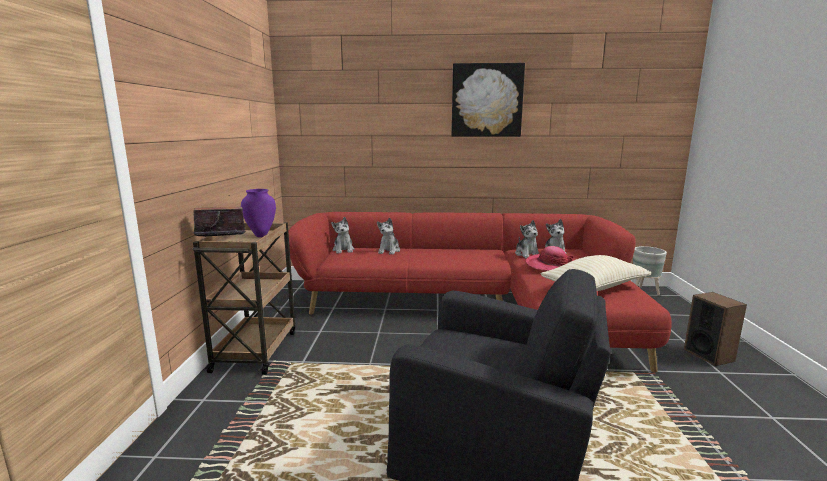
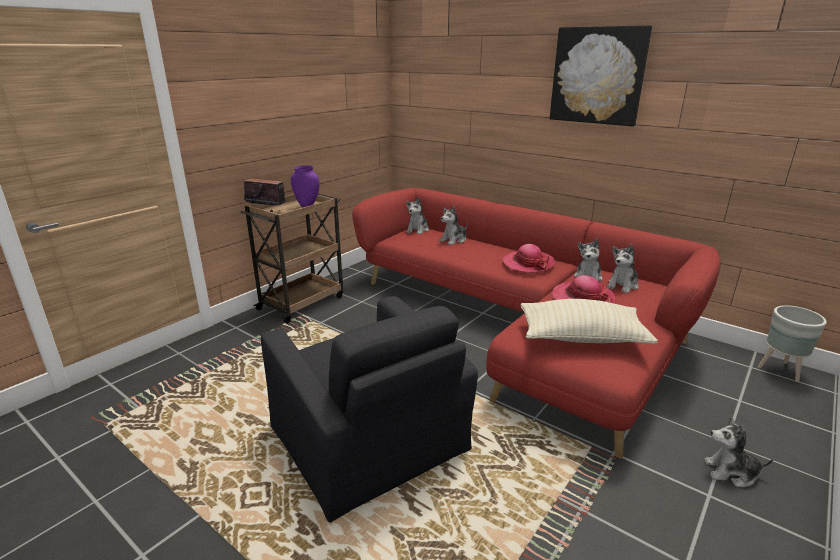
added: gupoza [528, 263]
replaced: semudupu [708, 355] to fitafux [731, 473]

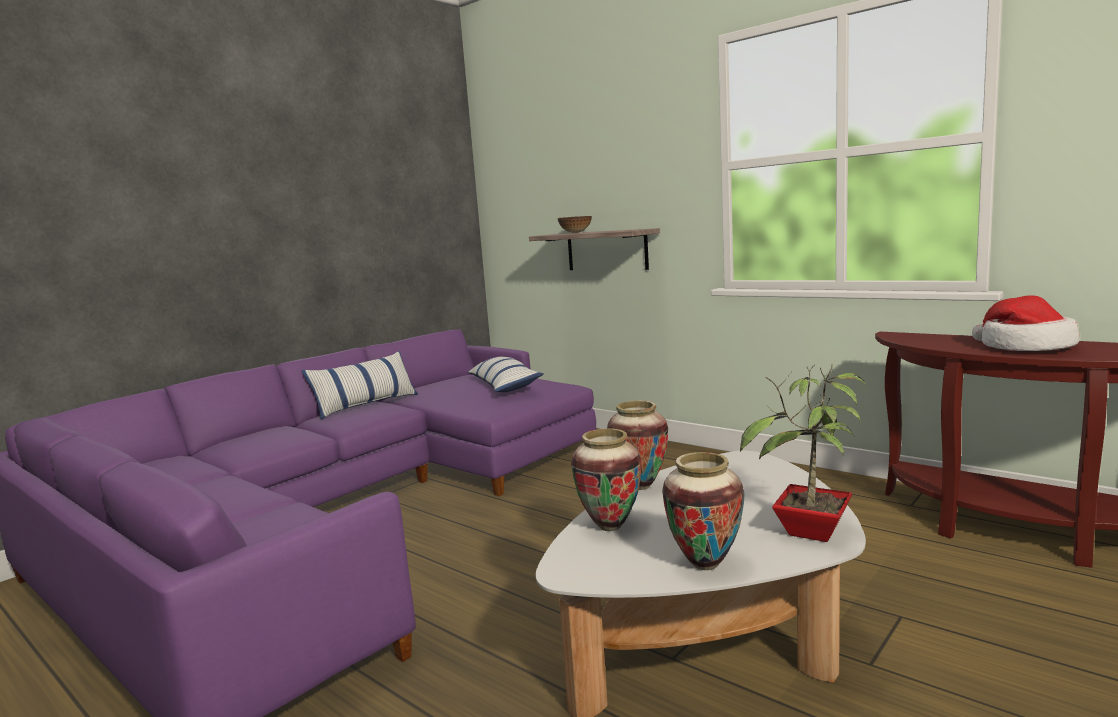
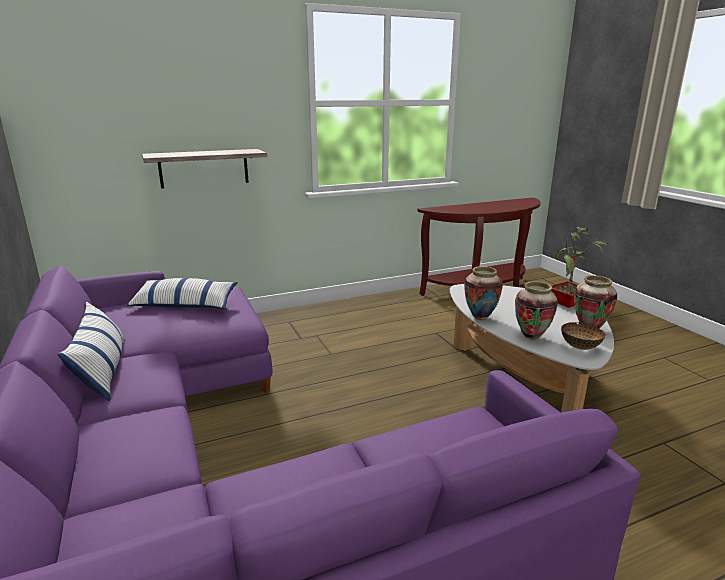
removed: gupoza [1024, 347]
moved: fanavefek [575, 233] to [580, 347]

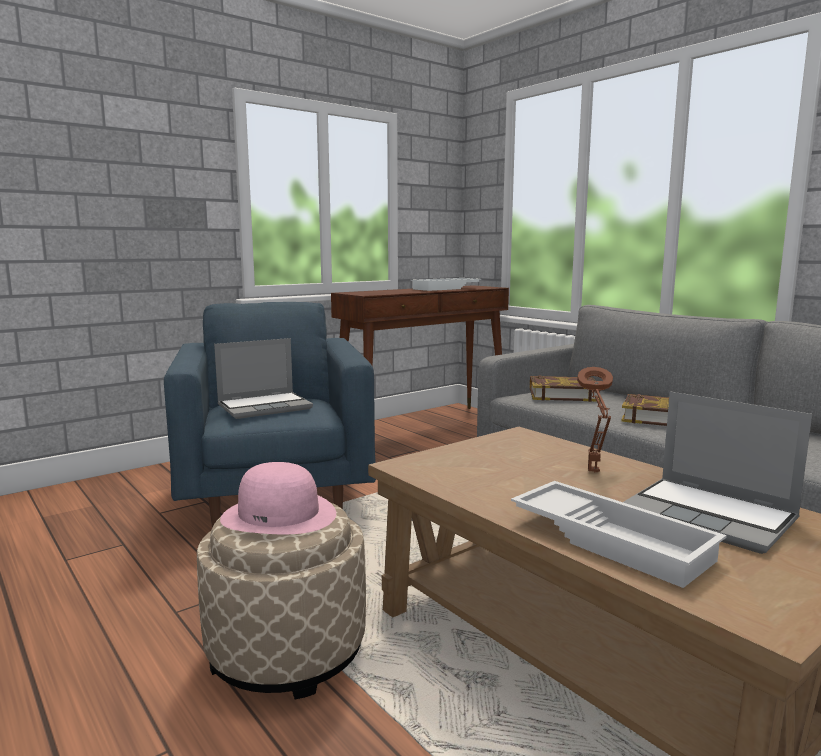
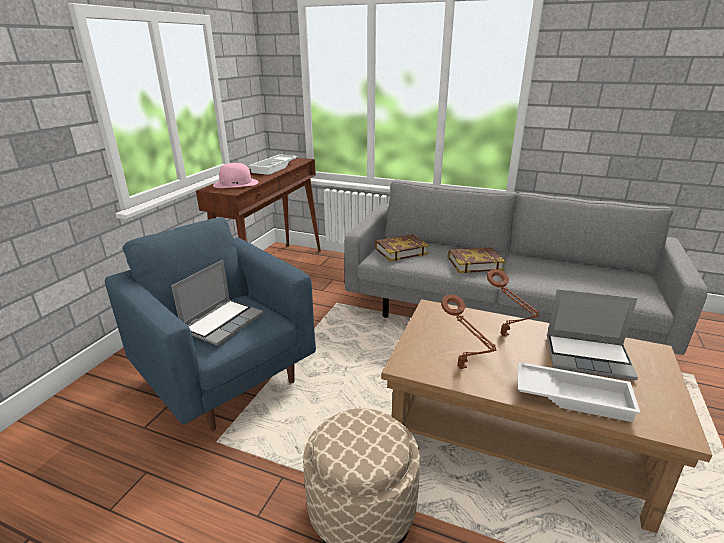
added: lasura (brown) [463, 369]
moved: gupoza (pink) [279, 515] to [236, 183]

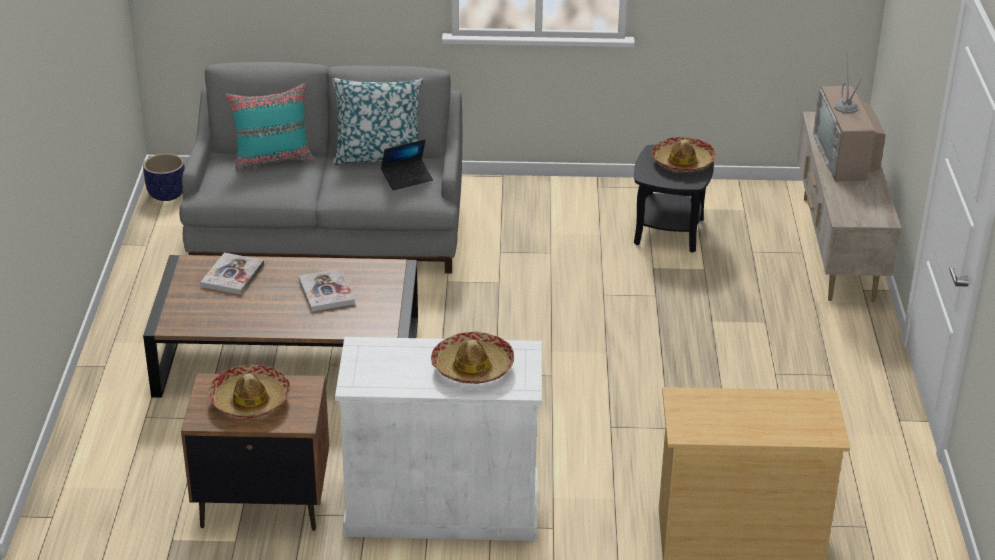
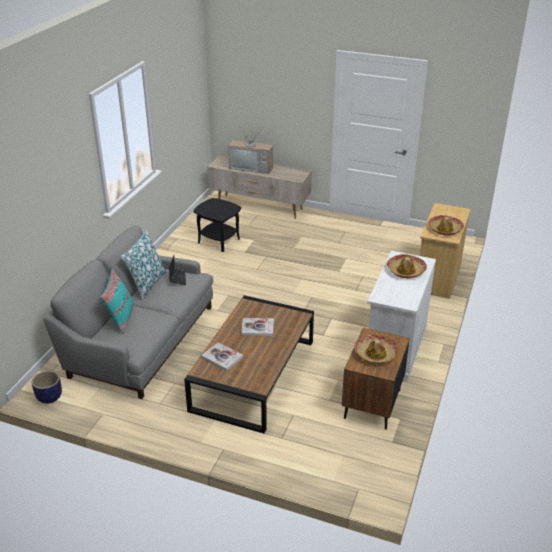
moved: gupoza [683, 162] to [445, 229]

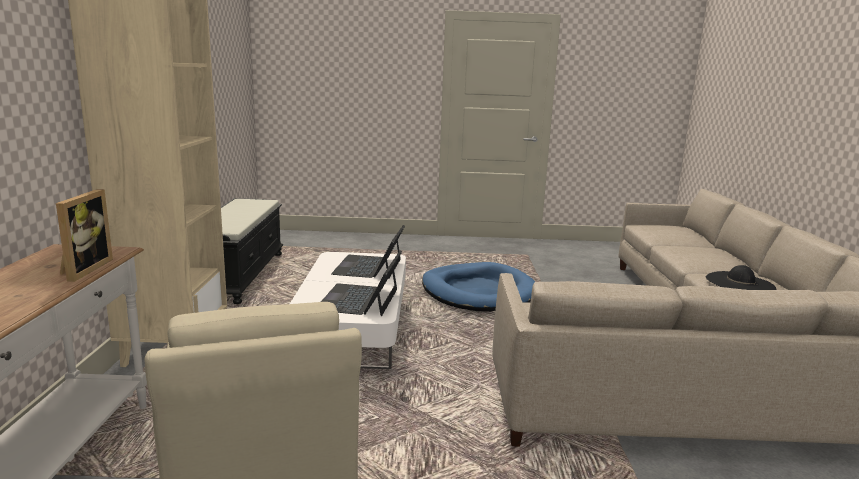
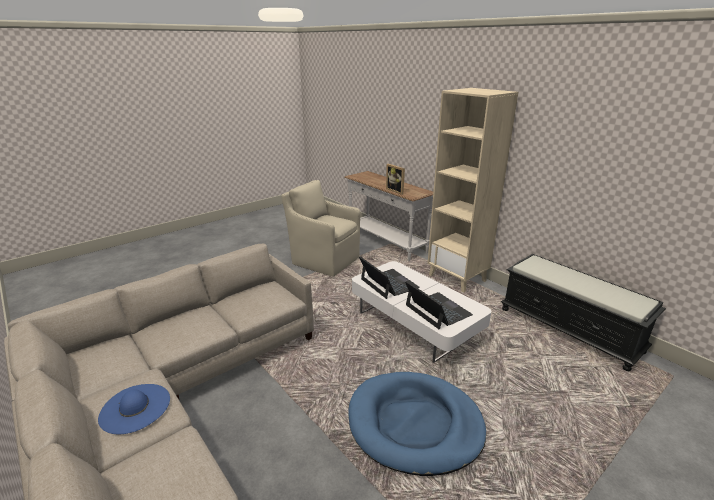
recoloured: gupoza (black) [739, 283] to gupoza (blue) [135, 408]

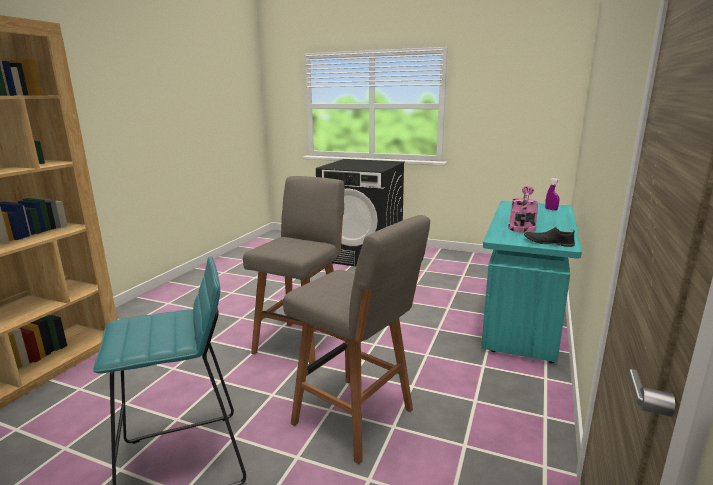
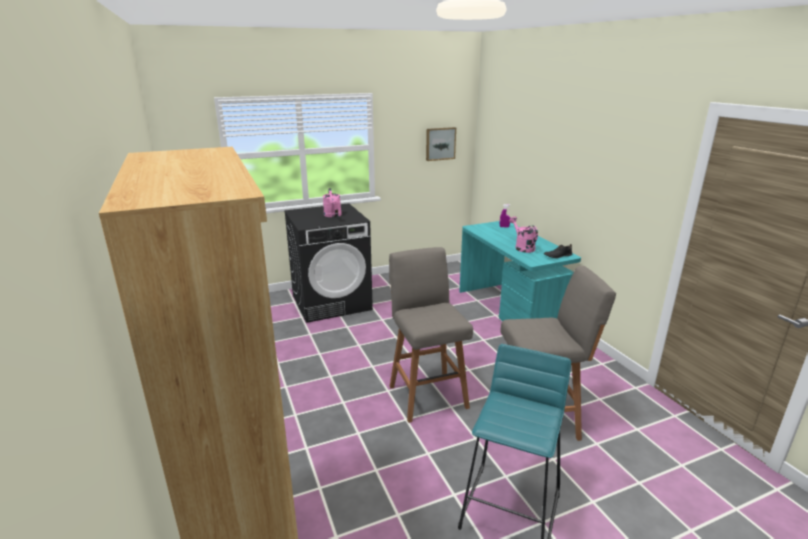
added: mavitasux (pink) [333, 215]; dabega [440, 143]

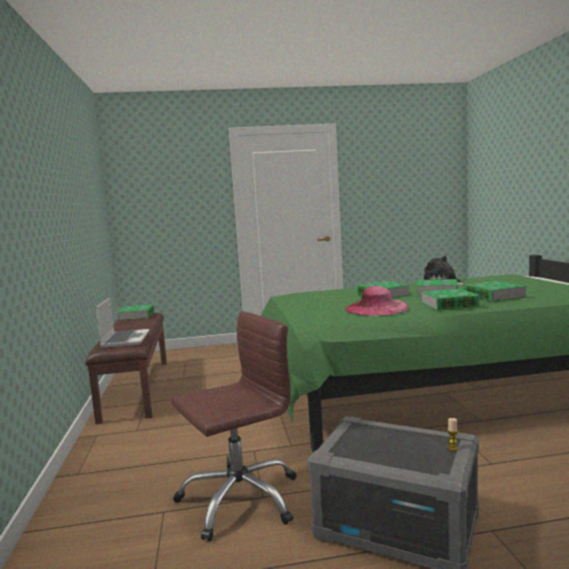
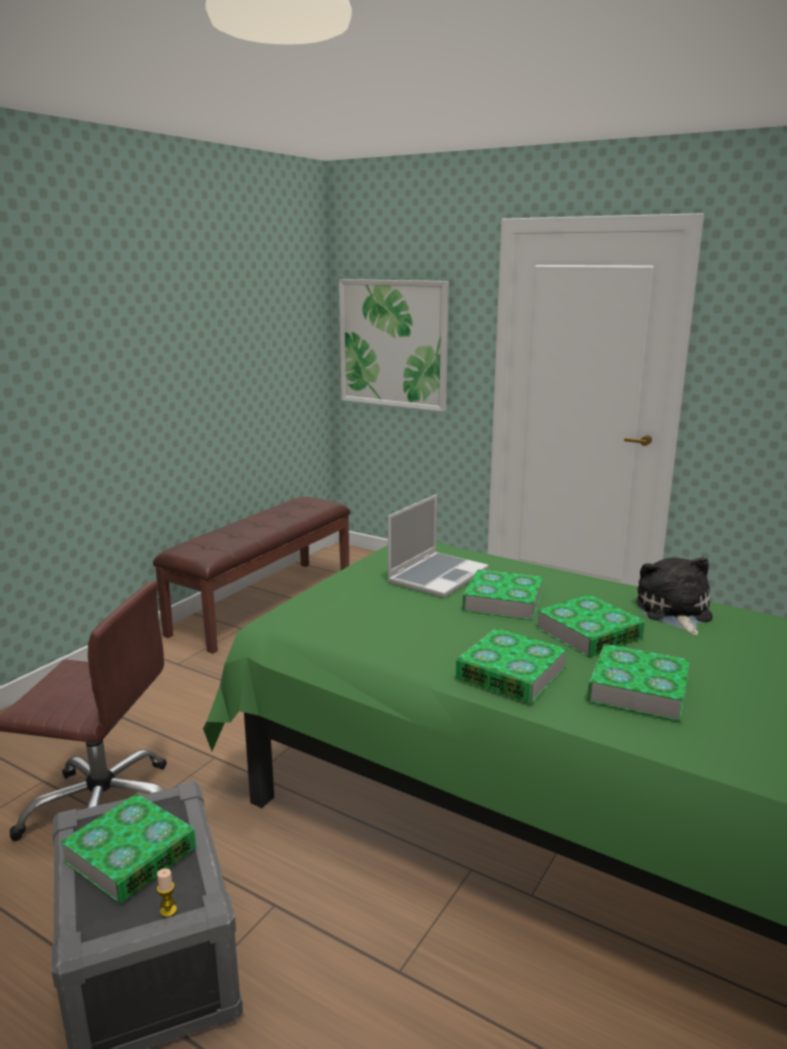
removed: gupoza (pink) [376, 308]
added: dabega [393, 344]
moved: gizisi [125, 339] to [437, 576]; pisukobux [136, 315] to [130, 855]

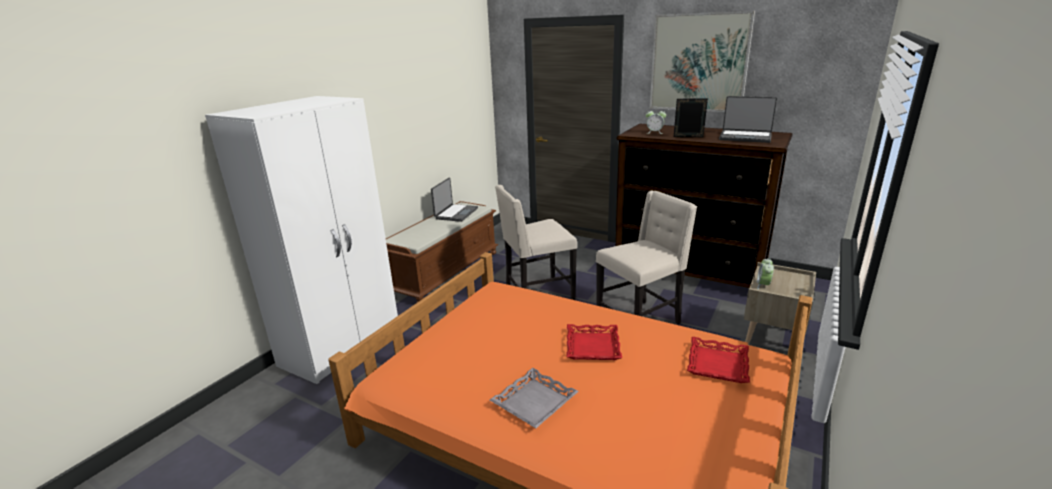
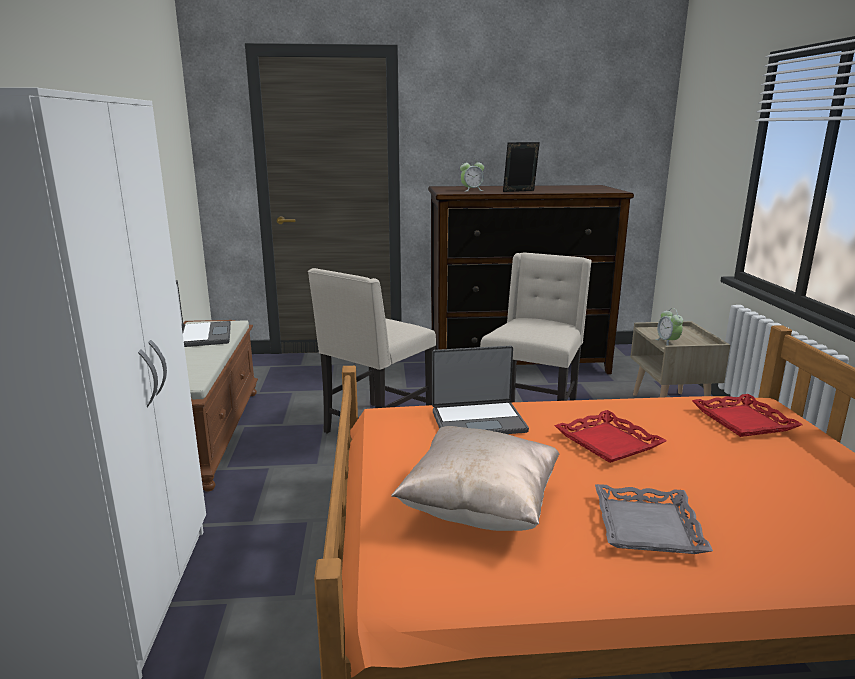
removed: dabega [698, 63]
added: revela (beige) [480, 507]
moved: gizisi [745, 137] to [478, 420]

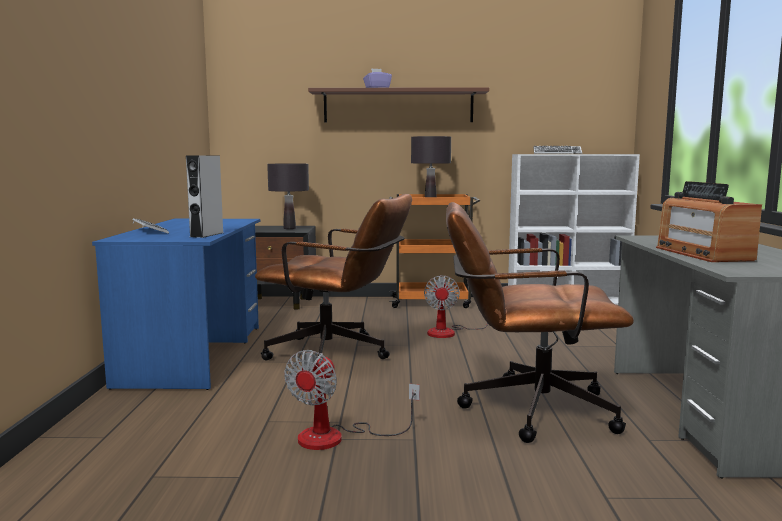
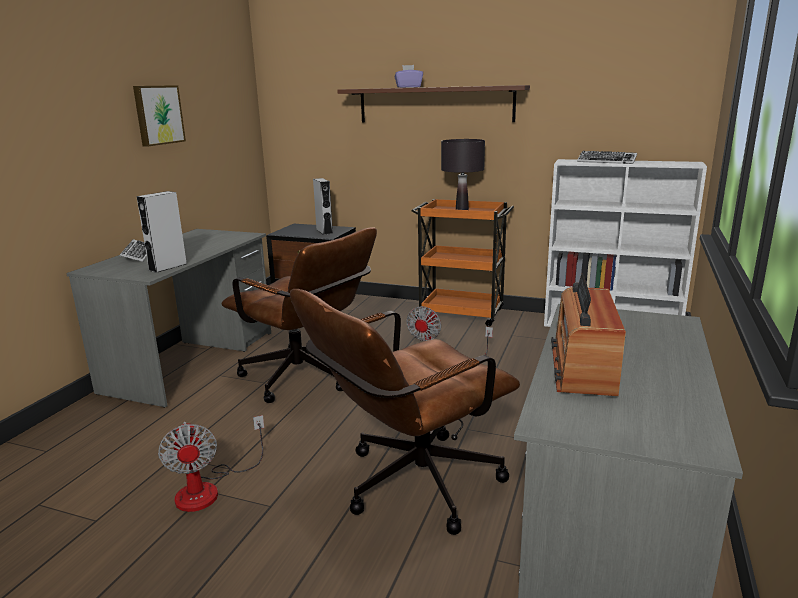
added: dabega [158, 115]
replaced: lasura (black) [289, 228] to semudupu (grey) [324, 231]
recoloured: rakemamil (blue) [194, 354] to rakemamil (grey) [192, 361]
turned: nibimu [336, 437] = [209, 489] 60 degrees counterclockwise; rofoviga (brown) [525, 409] = [409, 486] 60 degrees counterclockwise

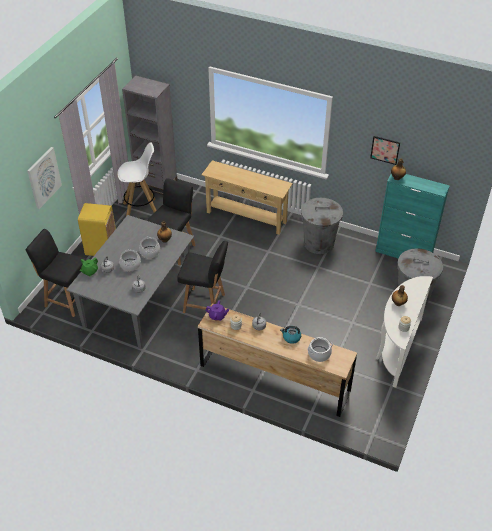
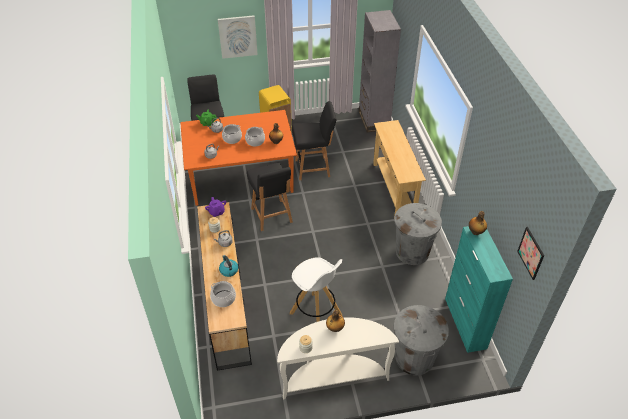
moved: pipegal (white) [141, 209] to [316, 314]; dabega [385, 150] to [531, 253]
recoloured: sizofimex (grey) [138, 300] to sizofimex (orange) [241, 178]

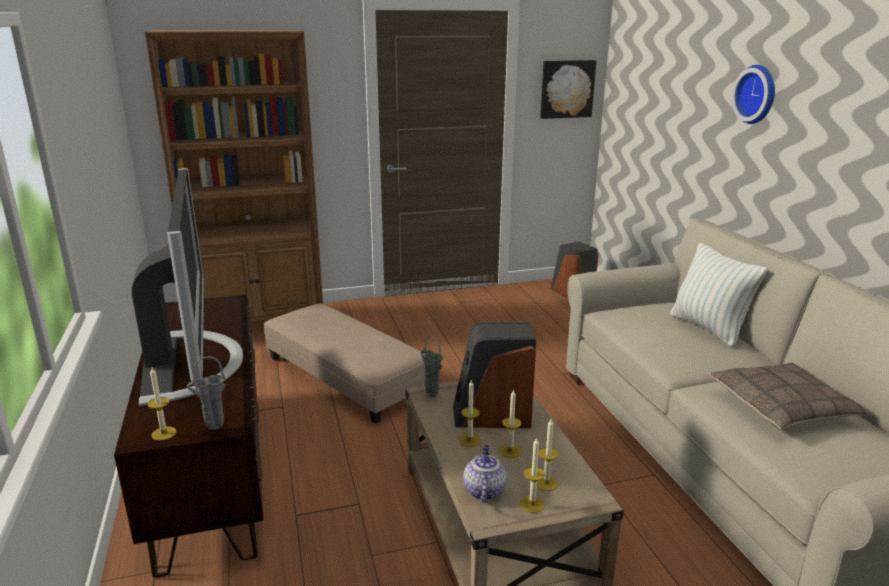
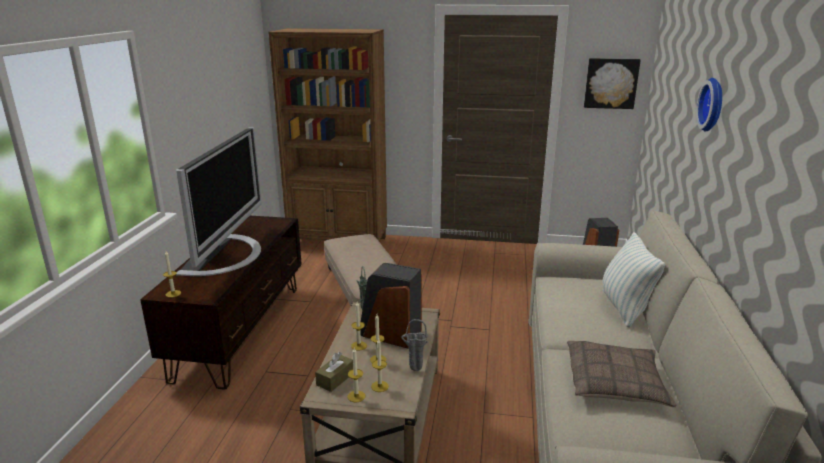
moved: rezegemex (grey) [213, 429] to [414, 370]
replaced: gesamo [483, 490] to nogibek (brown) [335, 379]

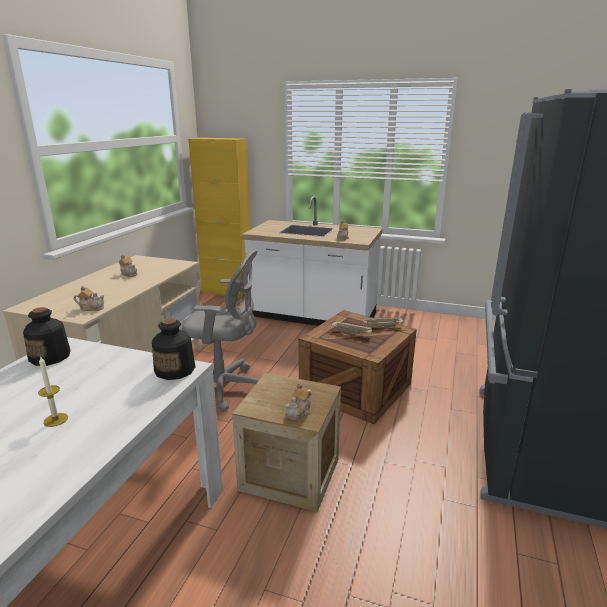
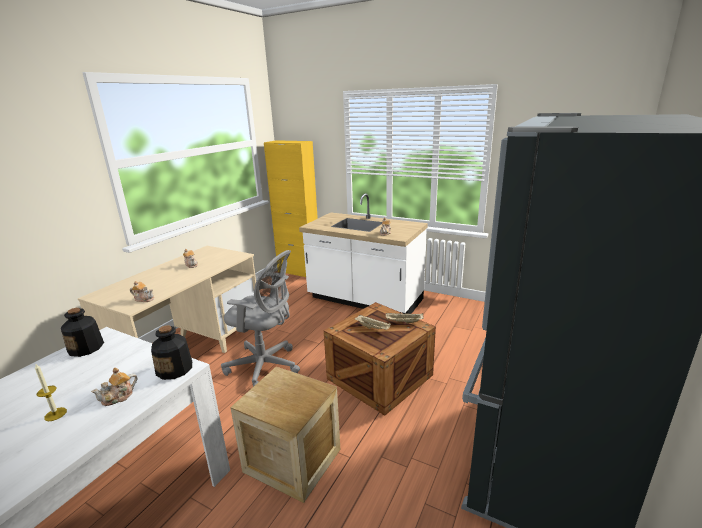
moved: gesamo [299, 412] to [118, 397]

